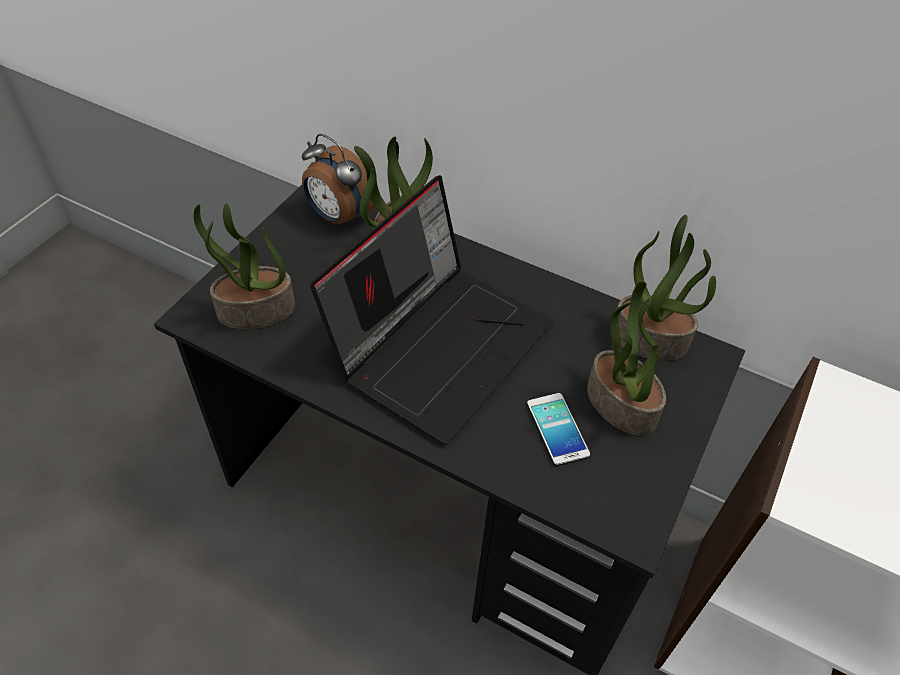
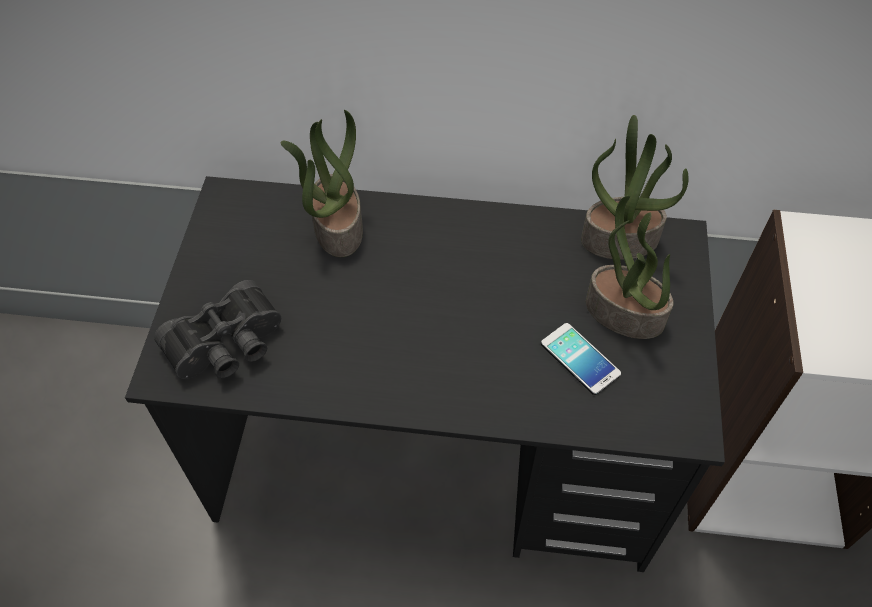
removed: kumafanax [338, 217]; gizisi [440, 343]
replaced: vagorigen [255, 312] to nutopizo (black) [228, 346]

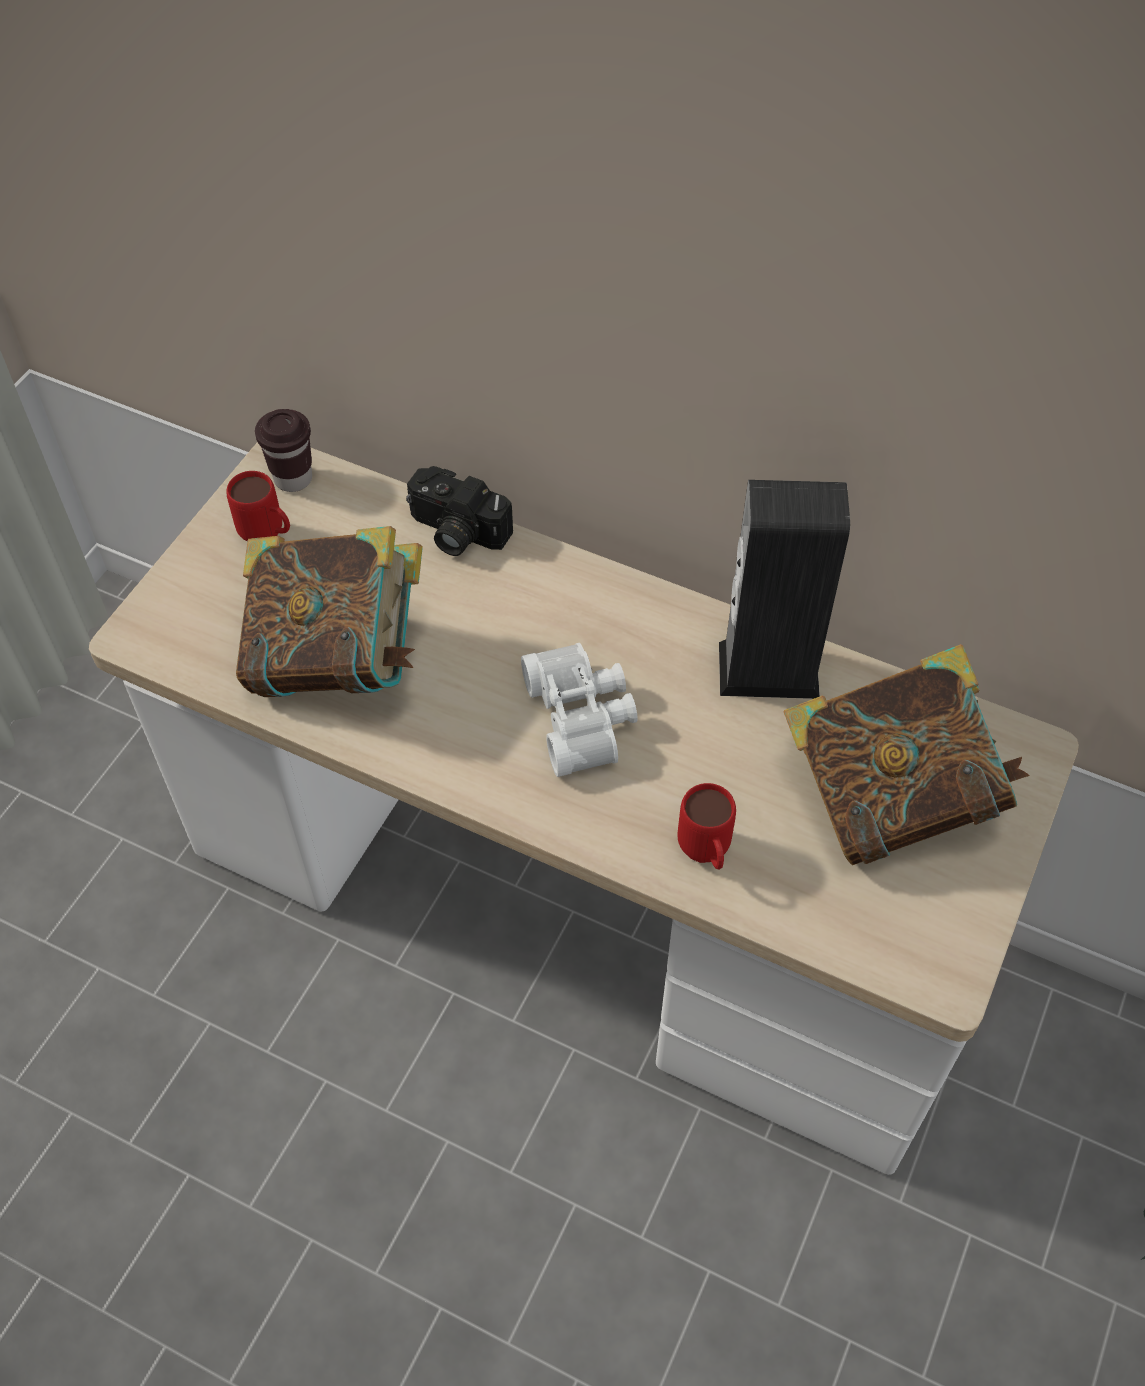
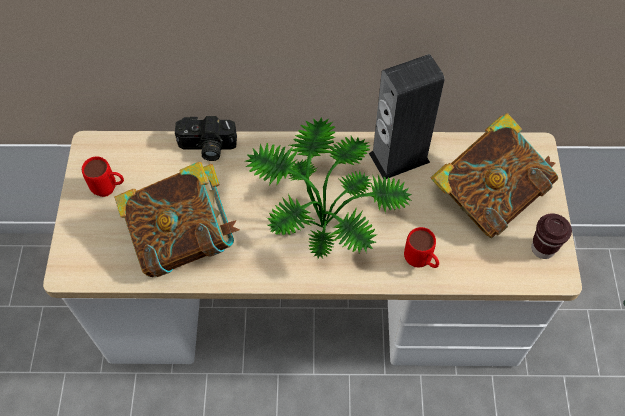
moved: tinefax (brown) [293, 479] to [542, 249]
replaced: nutopizo (white) [583, 717] to vagorigen [324, 218]

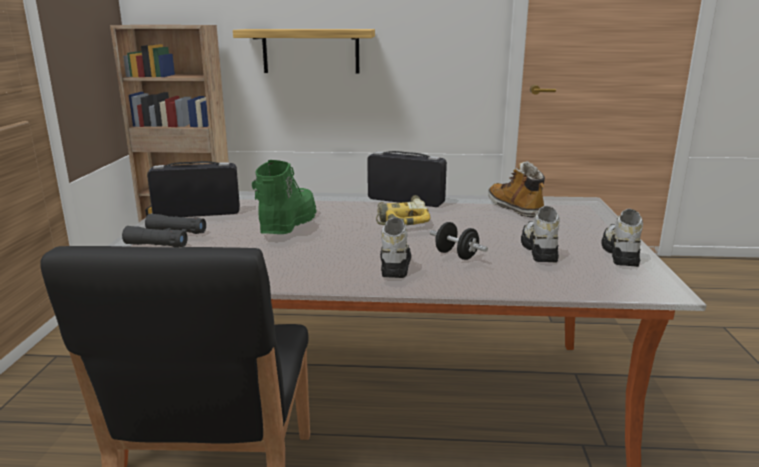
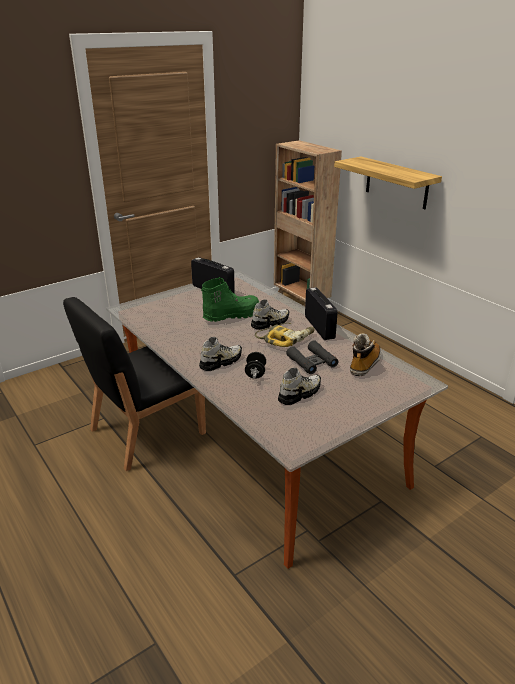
moved: nutopizo (black) [167, 238] to [312, 362]; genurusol [619, 253] to [270, 323]

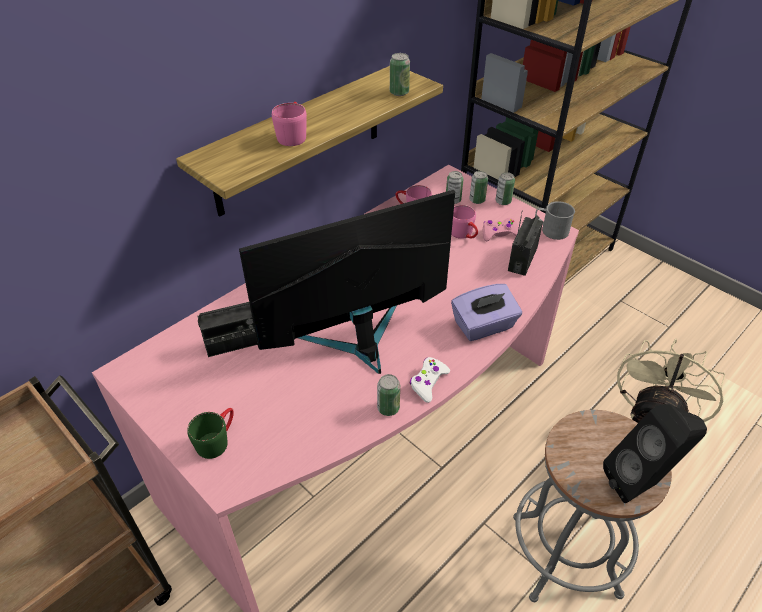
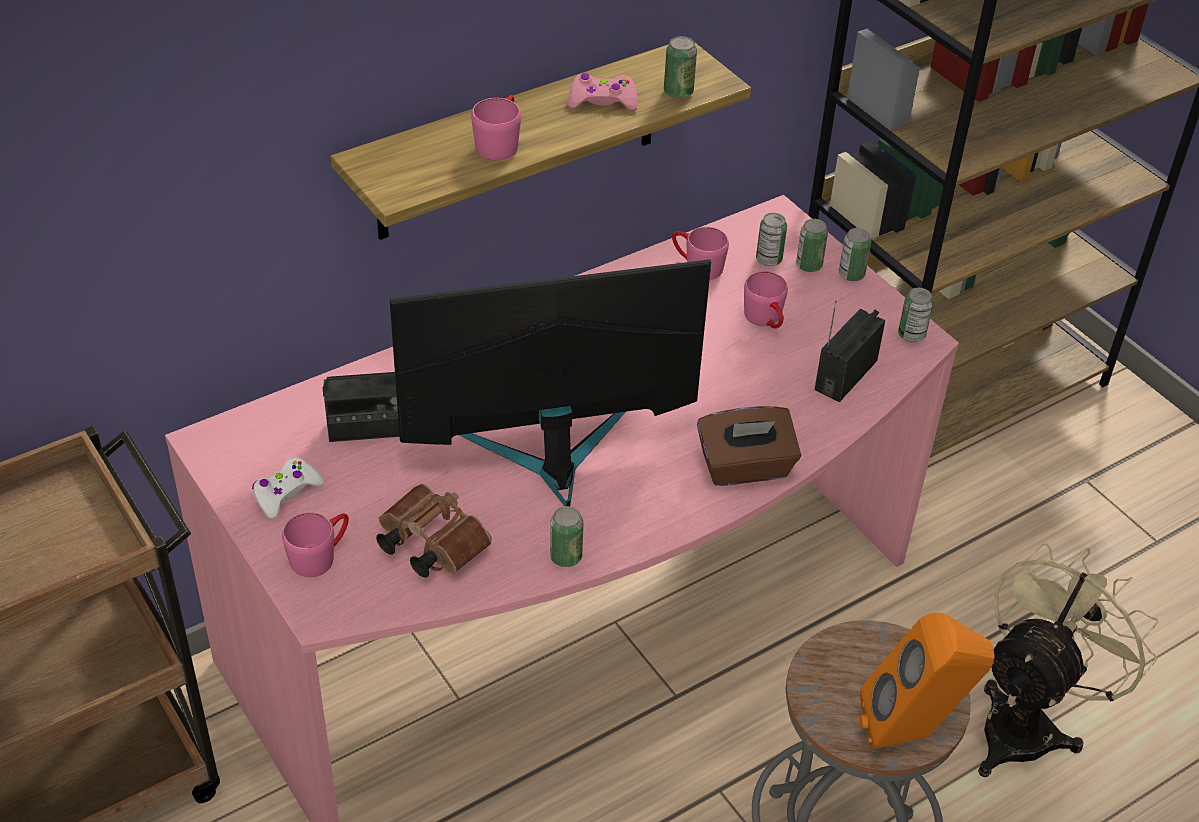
added: nutopizo (brown) [428, 544]
moved: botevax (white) [428, 382] to [286, 493]; botevax (pink) [499, 234] to [602, 101]
replaced: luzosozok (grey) [550, 230] to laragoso [911, 335]
recoloured: luzosozok (green) [217, 439] to luzosozok (pink) [320, 555]; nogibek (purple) [484, 326] to nogibek (brown) [745, 468]; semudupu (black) [640, 483] to semudupu (orange) [913, 732]

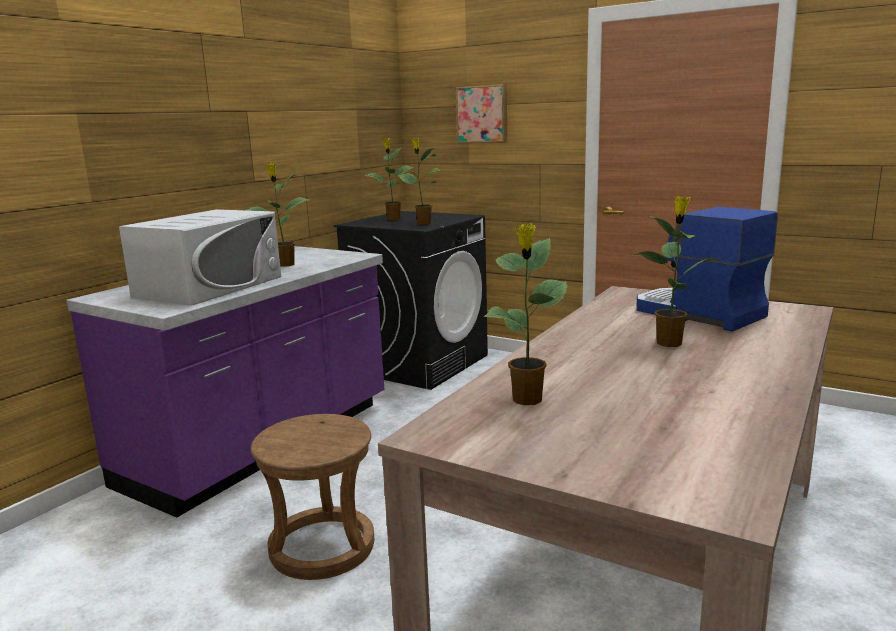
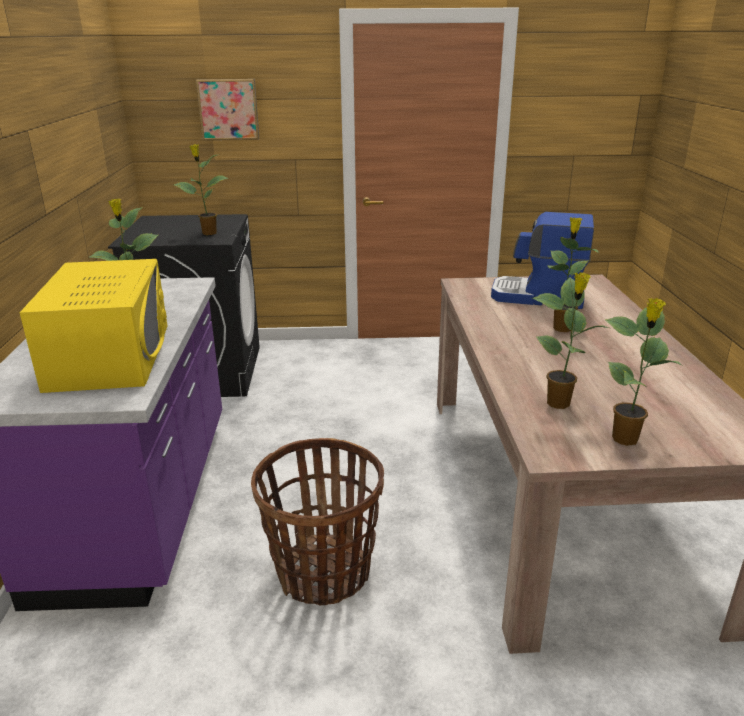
moved: vagorigen [393, 219] to [626, 440]
replaced: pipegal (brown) [322, 547] to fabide [323, 573]
recoloured: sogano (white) [210, 286] to sogano (yellow) [110, 356]

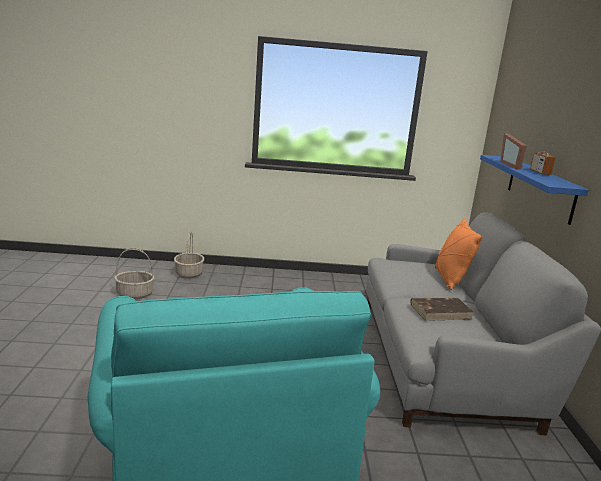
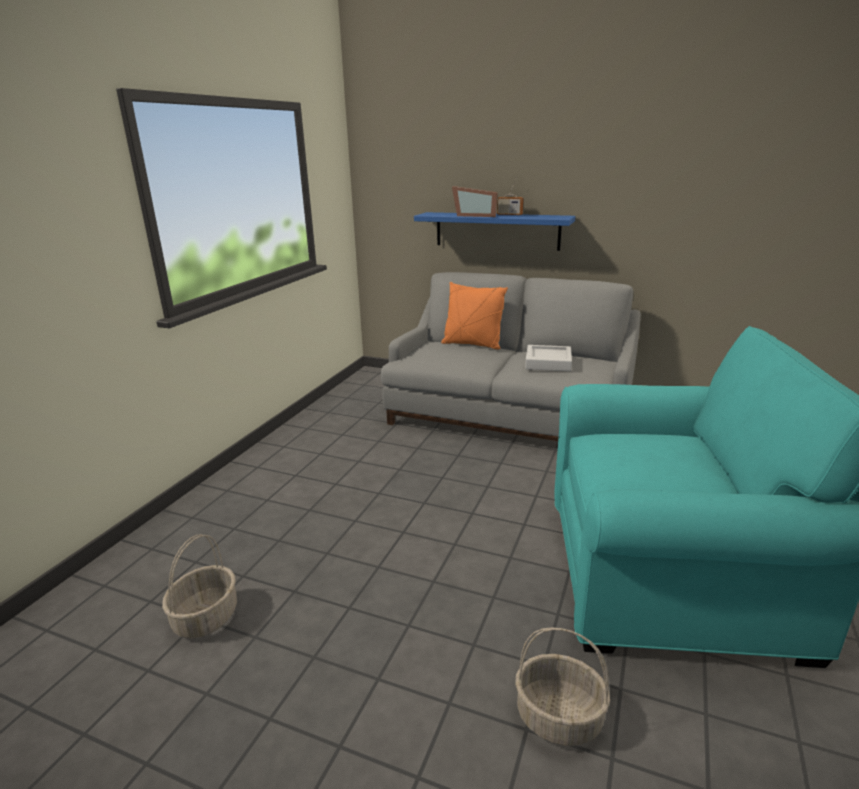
moved: fabide [188, 274] to [557, 718]
replaced: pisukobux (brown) [441, 311] to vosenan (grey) [548, 362]

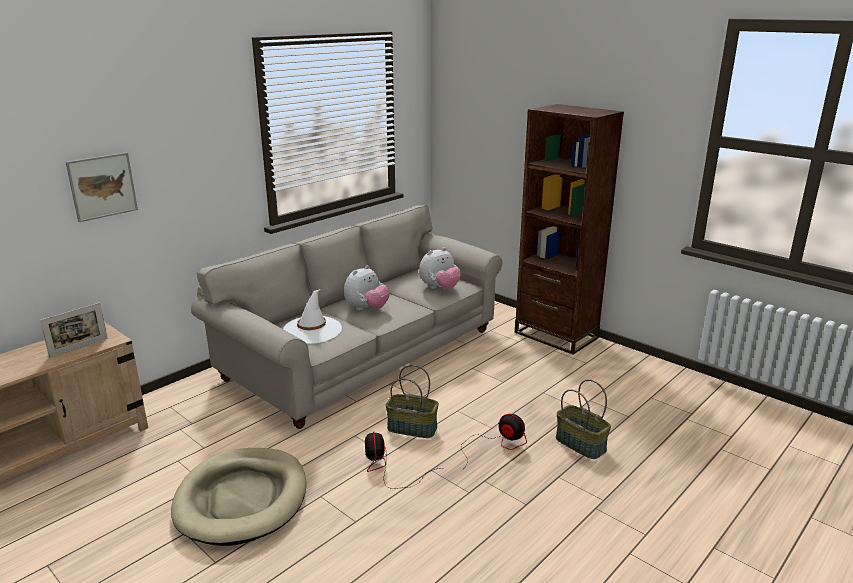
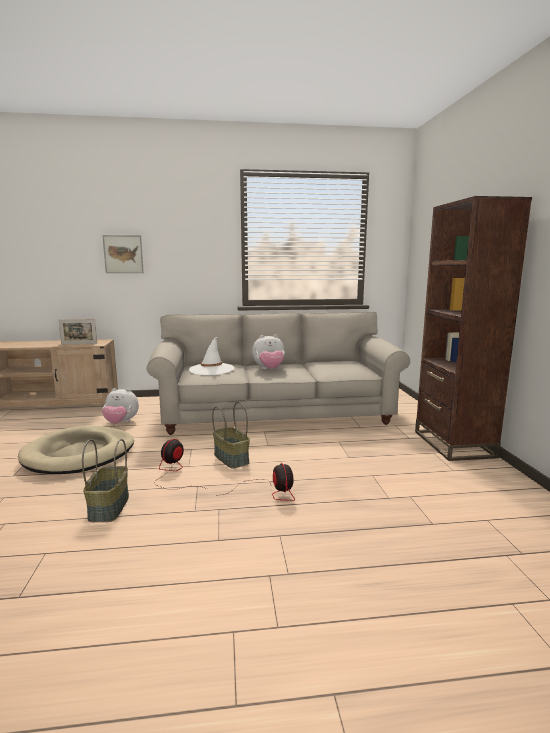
moved: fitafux [440, 288] to [121, 423]; fabide [581, 444] to [110, 507]

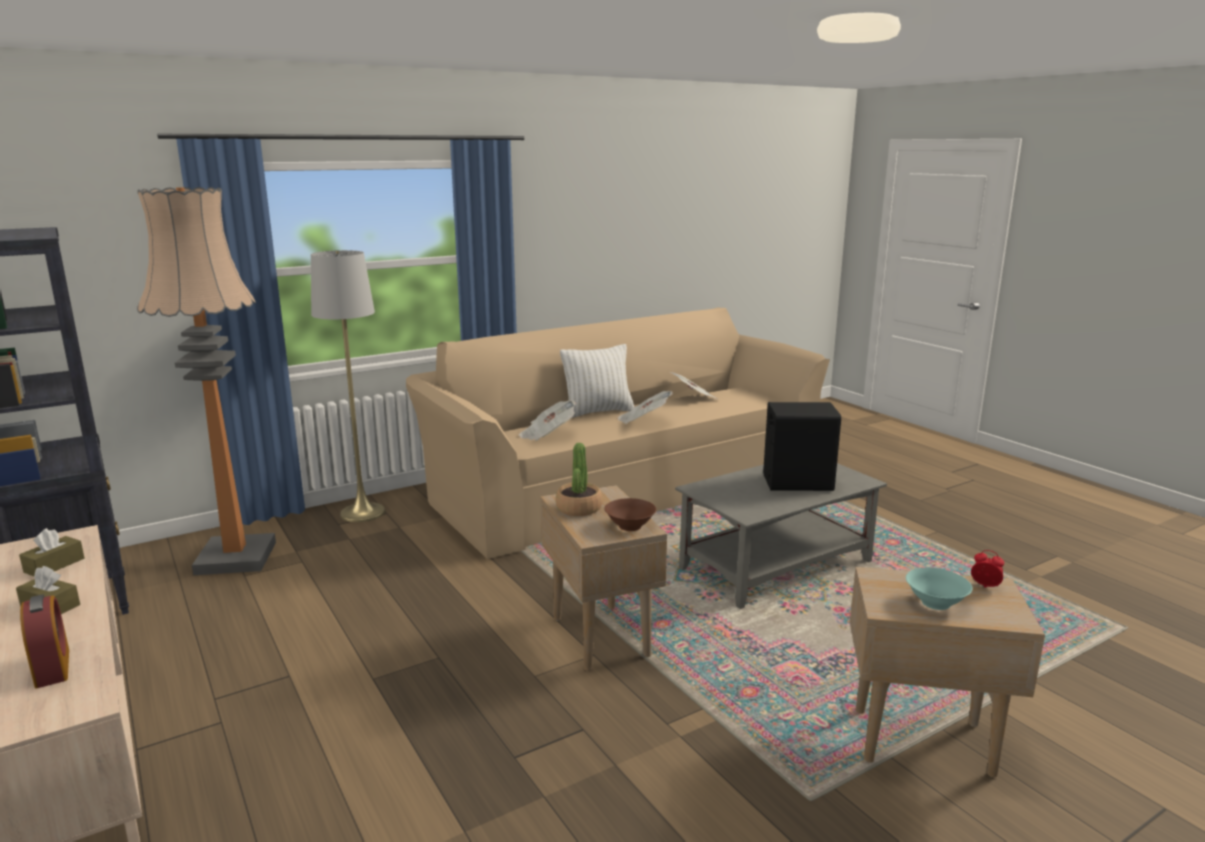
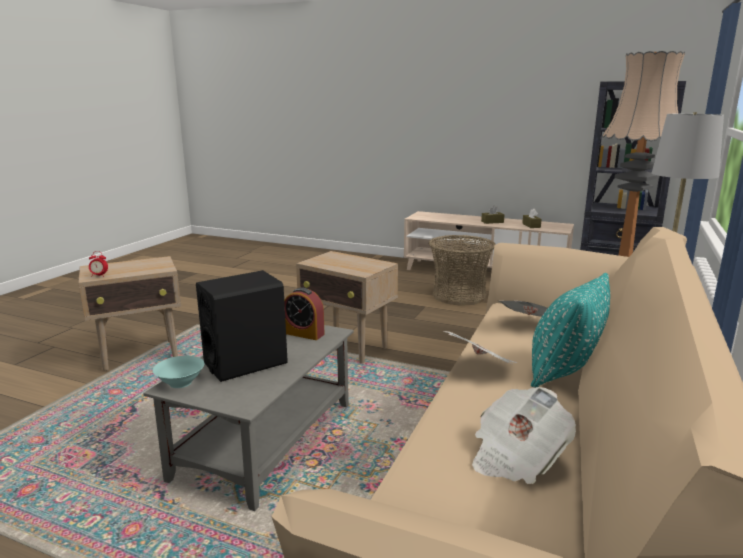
removed: vagorigen [578, 508]; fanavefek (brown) [630, 526]
added: fabide [459, 296]
moved: kumafanax [52, 668] to [304, 333]; fanavefek (turquoise) [936, 602] to [180, 383]
recoloured: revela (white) [598, 412] to revela (turquoise) [563, 371]

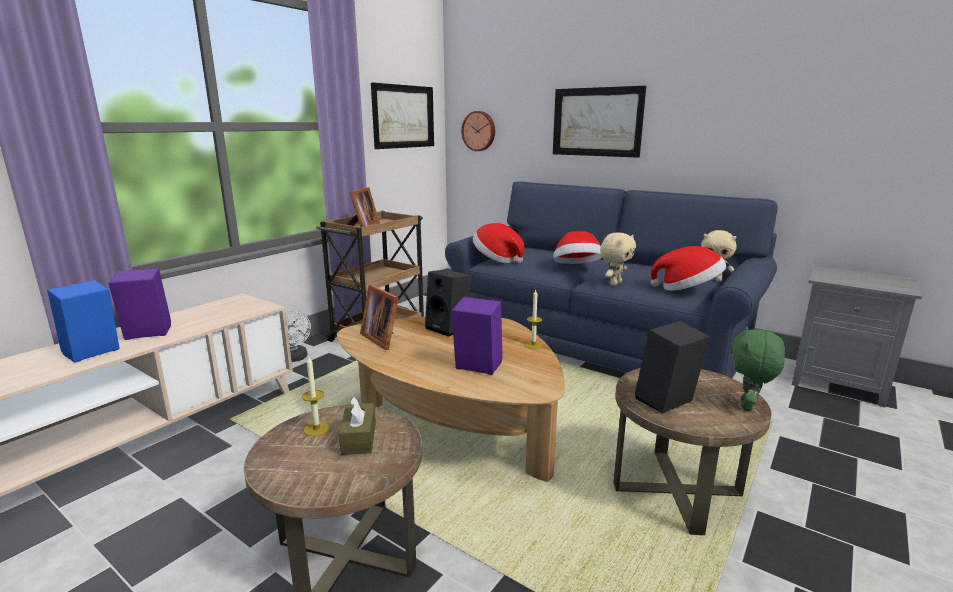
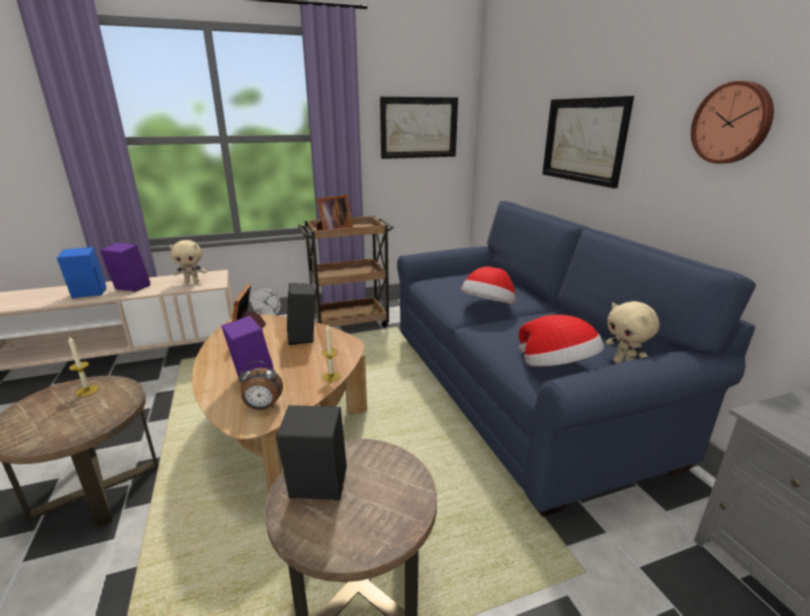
removed: nogibek (brown) [359, 438]; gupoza [497, 259]; fitafux (green) [748, 406]
added: kumafanax [263, 407]
moved: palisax [479, 131] to [732, 123]; fitafux (beige) [615, 283] to [192, 282]

